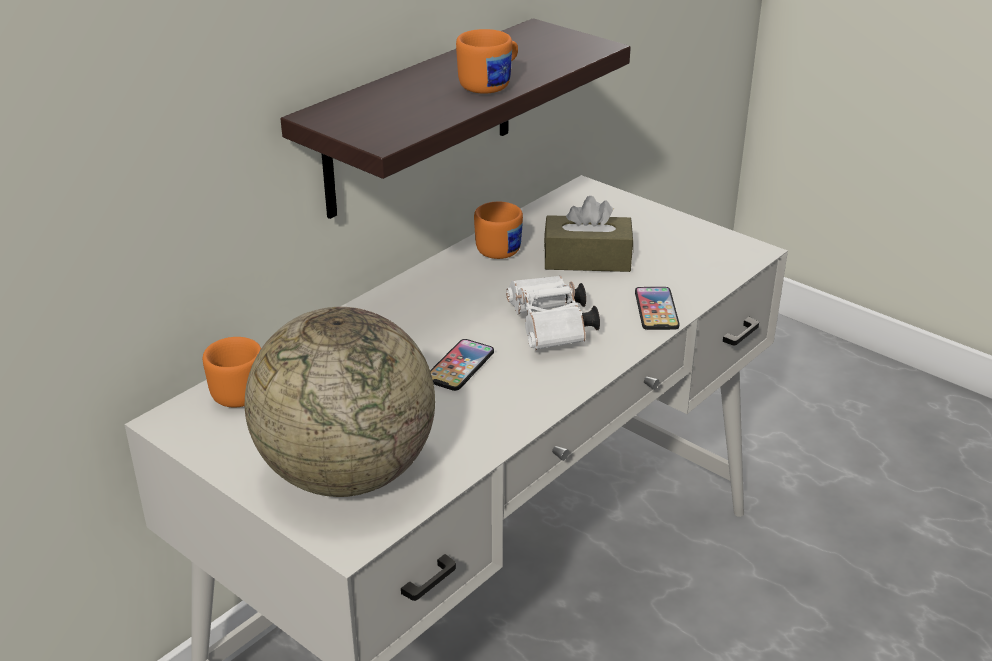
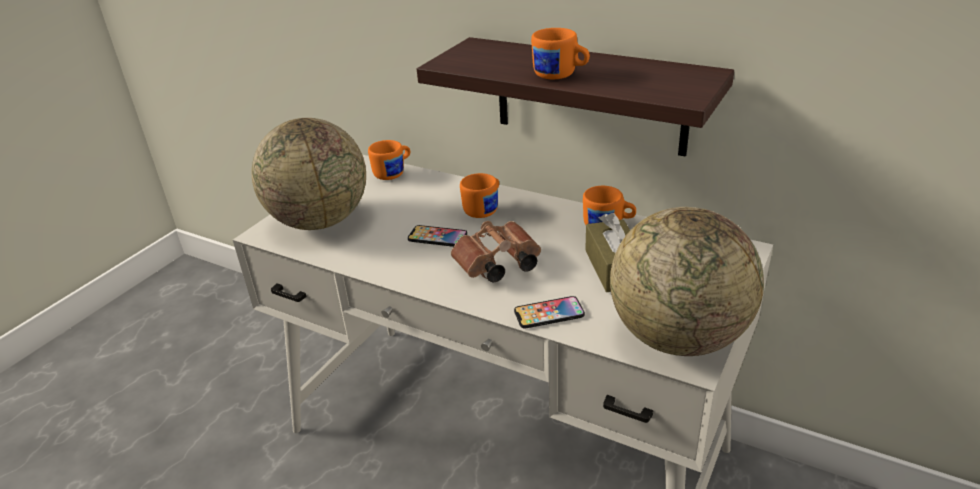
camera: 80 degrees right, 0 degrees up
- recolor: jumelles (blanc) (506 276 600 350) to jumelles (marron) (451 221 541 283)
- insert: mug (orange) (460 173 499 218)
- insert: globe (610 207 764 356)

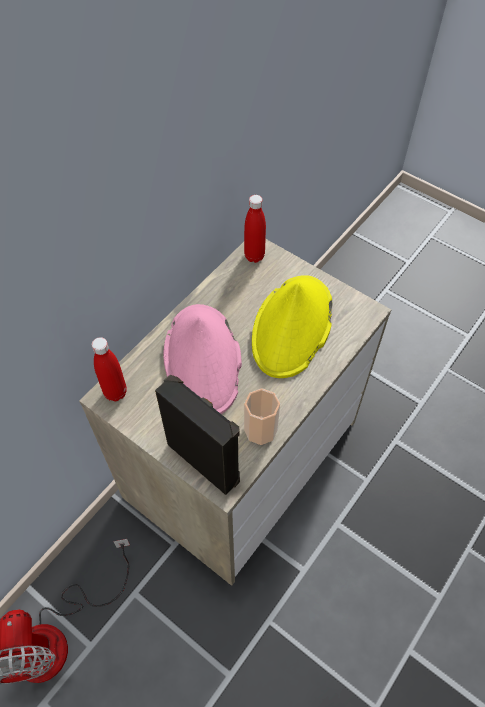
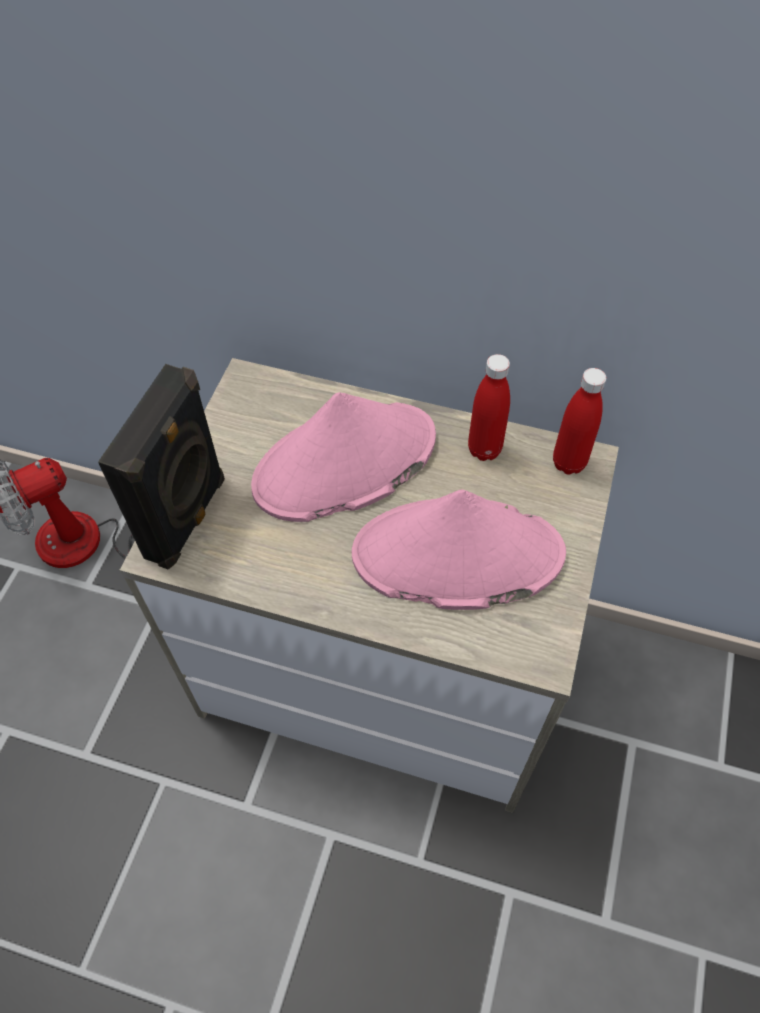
camera: 70 degrees right, 0 degrees up
- recolor: chapeau (jaune) (252 275 332 378) to chapeau (rose) (352 490 566 610)
- move: bouteille (rouge) (92 337 127 401) to (468 354 510 461)
- delete: tasse (244 388 280 445)

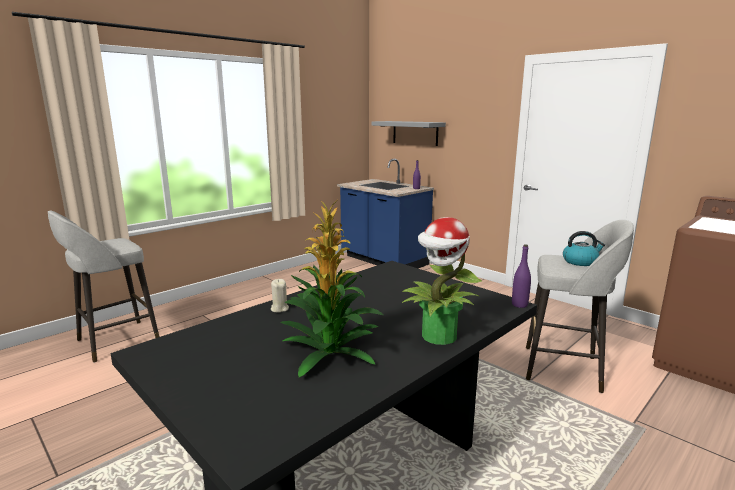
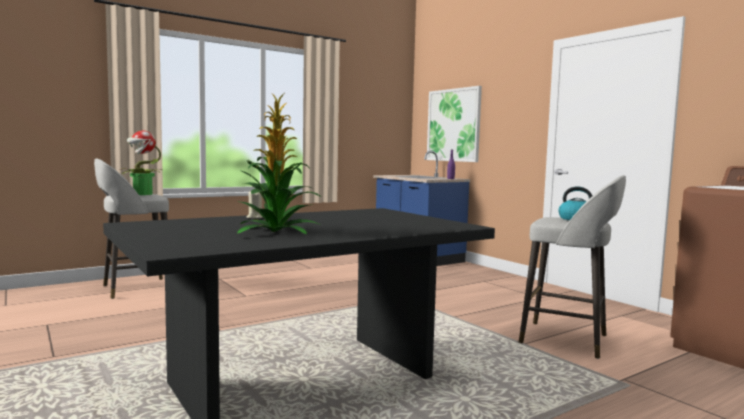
camera: 10 degrees right, 10 degrees down
- replace: étagère (gris) (371 121 446 146) to tableau (427 86 482 162)
- move: plante en pot (402 217 482 345) to (122 131 161 195)
- delete: bouteille (violet) (512 244 531 308)

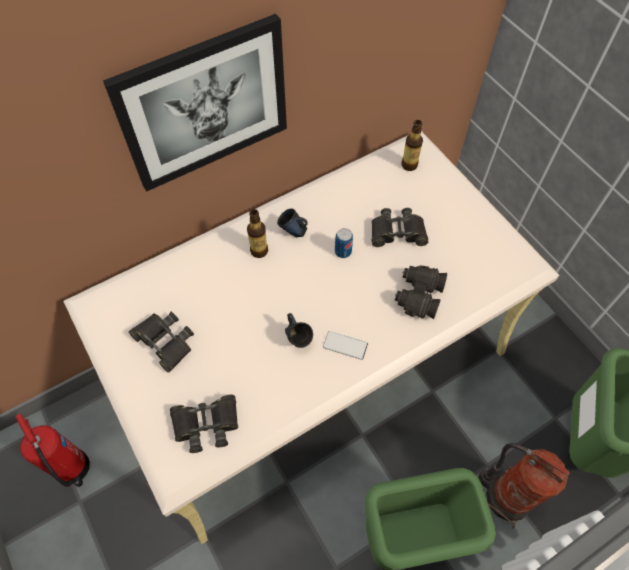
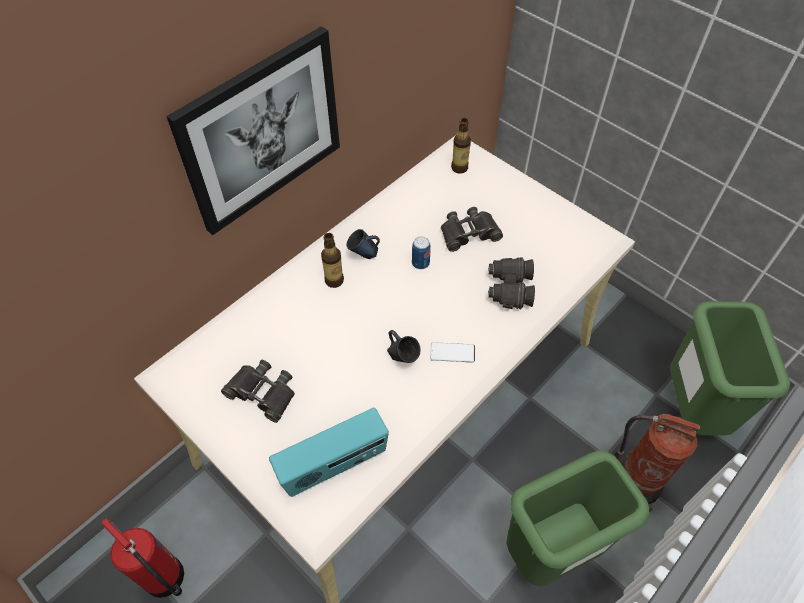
camera: 15 degrees left, 5 degrees down
- replace: jumelles (noir) (170 394 238 453) to radio (269 408 389 497)

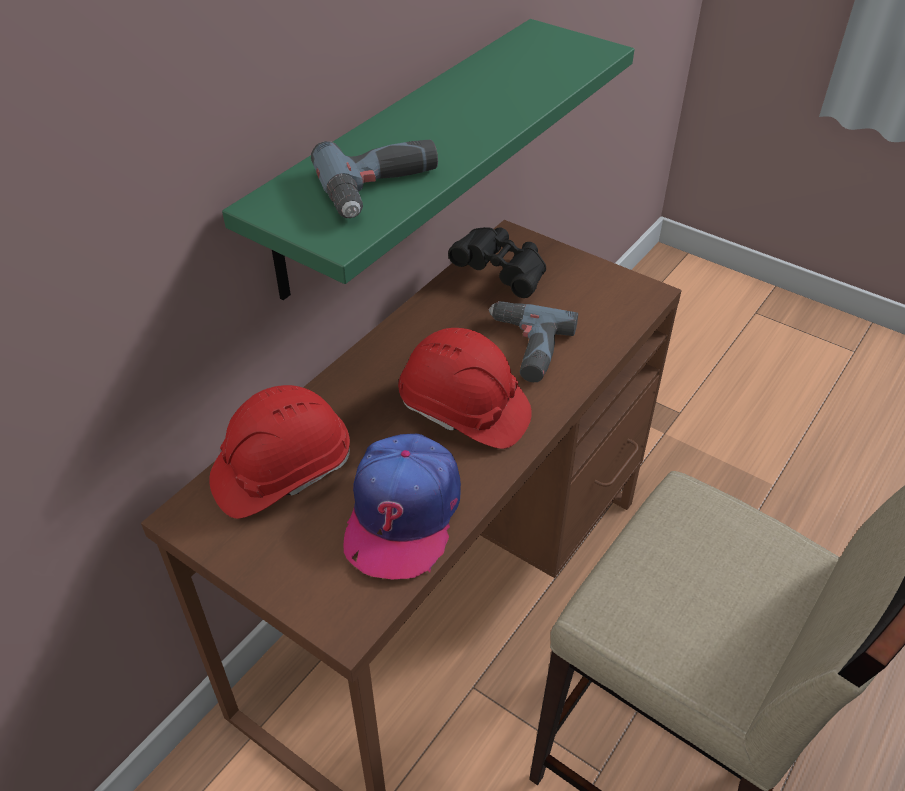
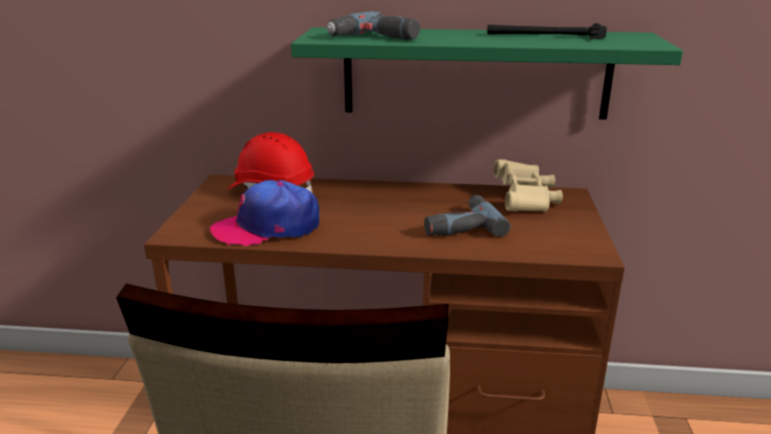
camera: 60 degrees right, 20 degrees down
- recolor: jumelles (noir) (448 227 546 298) to jumelles (beige) (494 159 563 212)
- delete: casque de chantier (rouge) (398 328 532 449)
- insert: marteau (487 23 607 39)

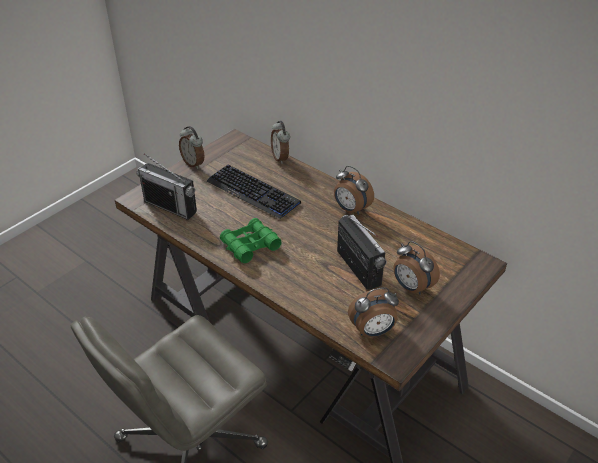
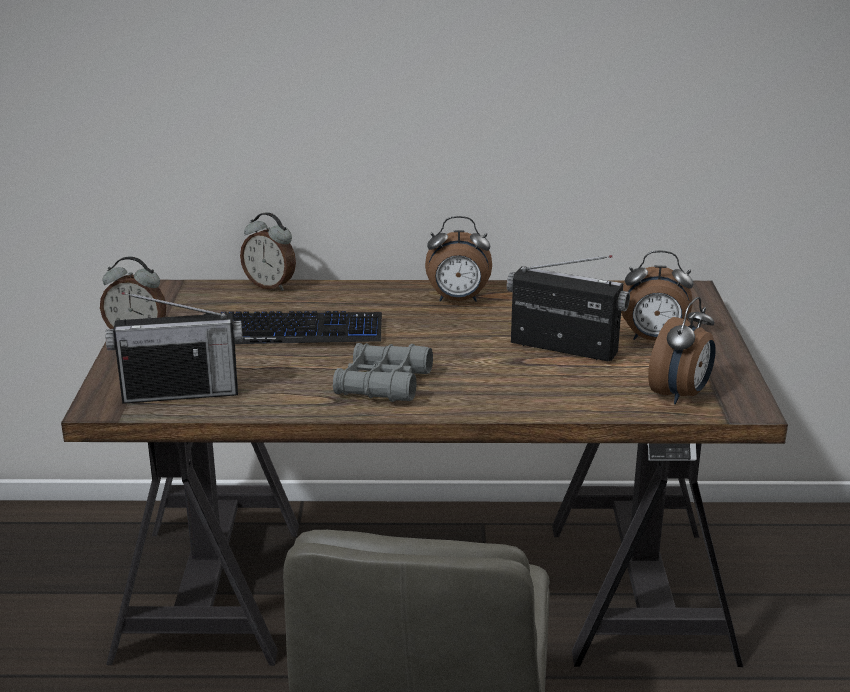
camera: 40 degrees left, 15 degrees down
- recolor: jumelles (vert) (220 218 281 263) to jumelles (gris) (333 343 433 402)

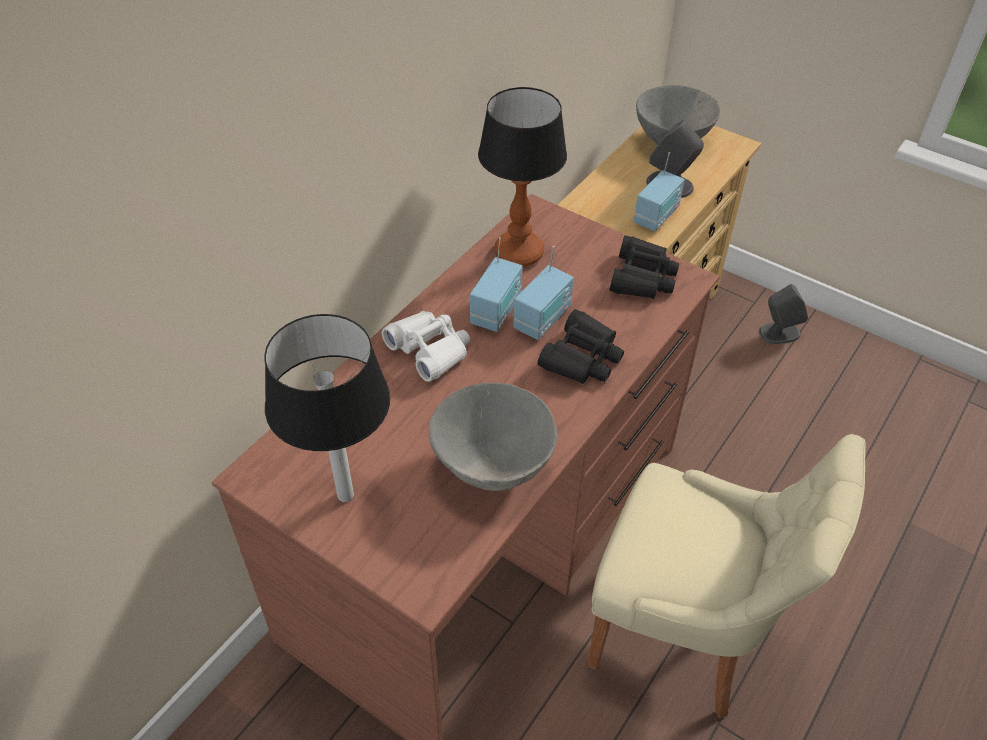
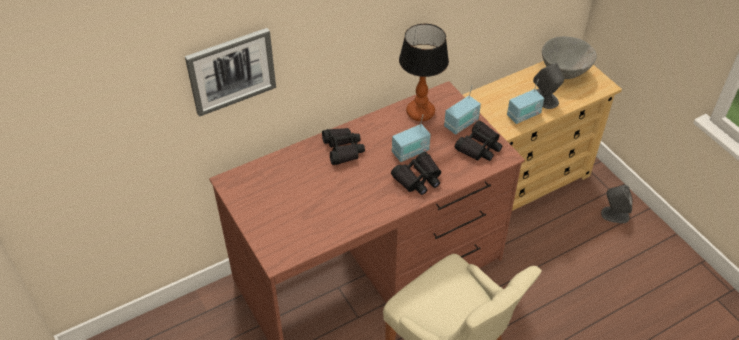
camera: 25 degrees right, 0 degrees up
- move: radio (470 237 522 332) to (444 86 481 135)
- recolor: jumelles (blanc) (382 311 470 382) to jumelles (noir) (322 128 365 165)
- delete: lampe de table (265 314 390 502)
- delete: bol (gris) (429 383 557 491)
- insert: tableau (185 28 276 117)

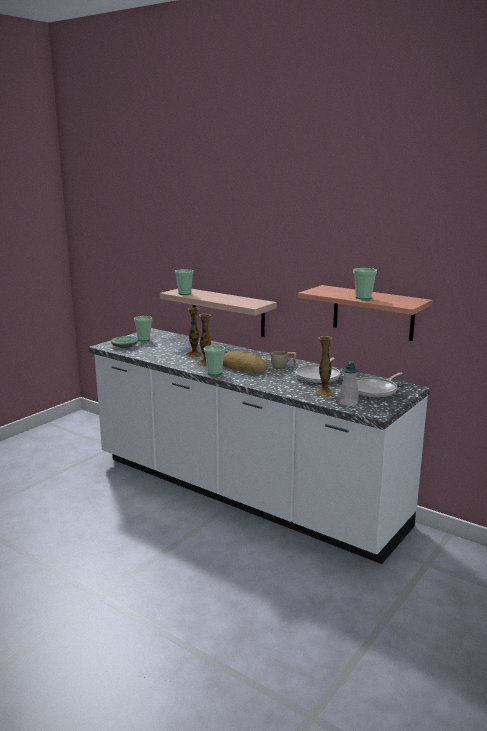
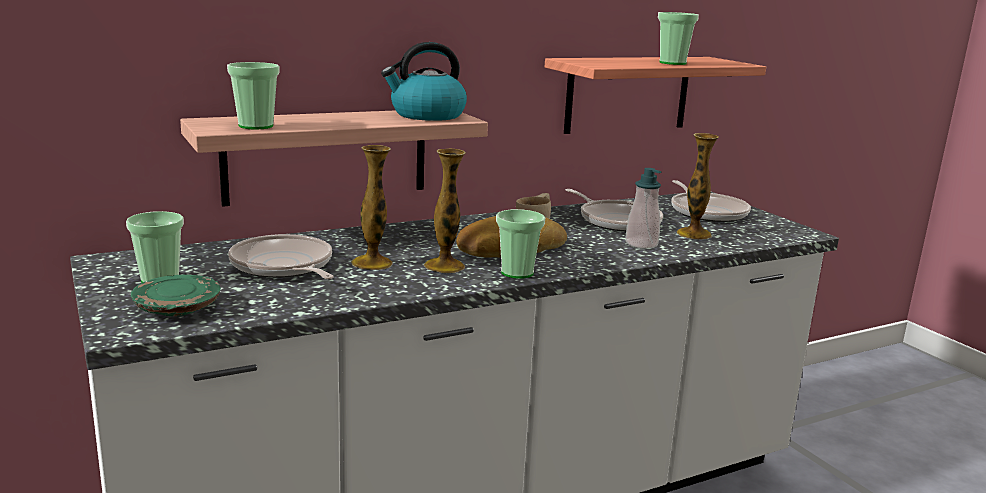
camera: 65 degrees left, 0 degrees up
- move: distributeur de savon (339 361 358 406) to (625 168 662 249)
- insert: bouilloire (381 42 467 121)
- insert: poêle (228 234 334 279)

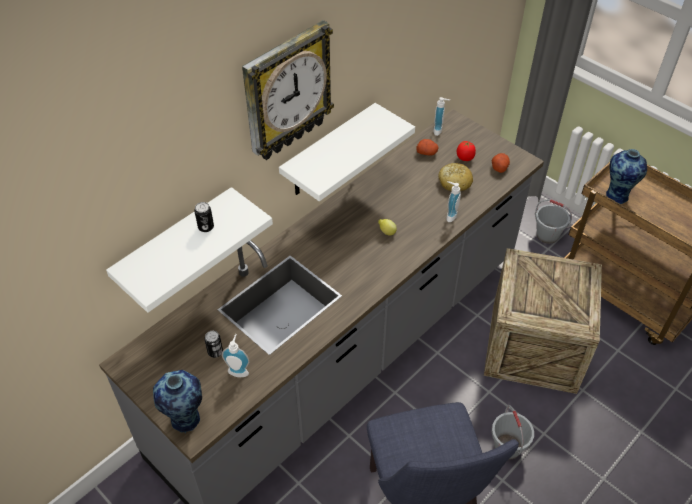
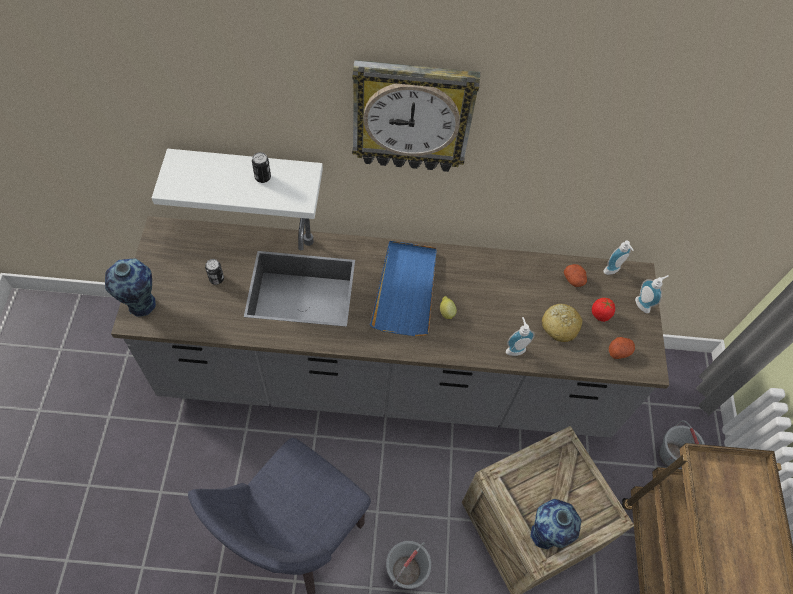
camera: 45 degrees right, 10 degrees up
- delete: étagère (blanc) (279 103 415 201)
- move: vase (606 149 647 204) to (530 499 581 549)
- move: distributeur de savon (222 334 249 377) to (635 275 668 313)
- insert: plateau (bleu) (370 241 437 336)

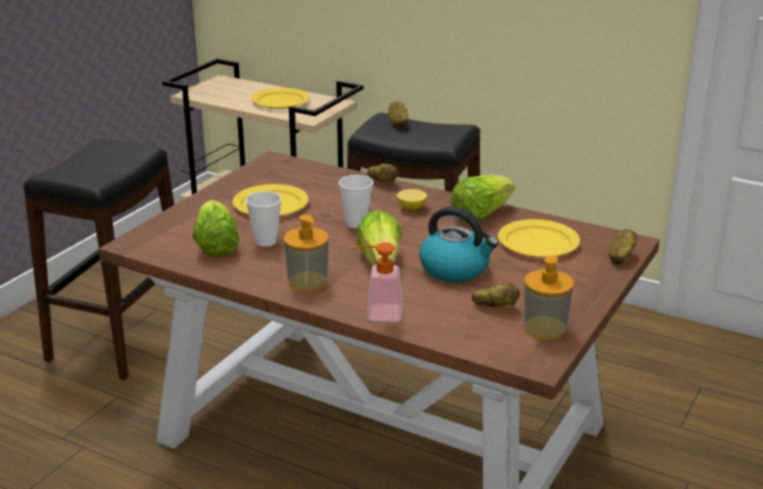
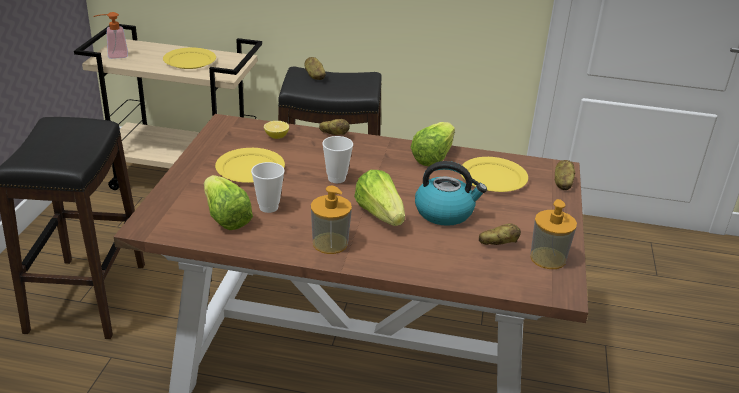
camera: 20 degrees left, 5 degrees up
- move: citron (397 189 427 210) to (264 121 289 139)
- move: distributeur de savon (352 242 403 322) to (94 12 128 59)

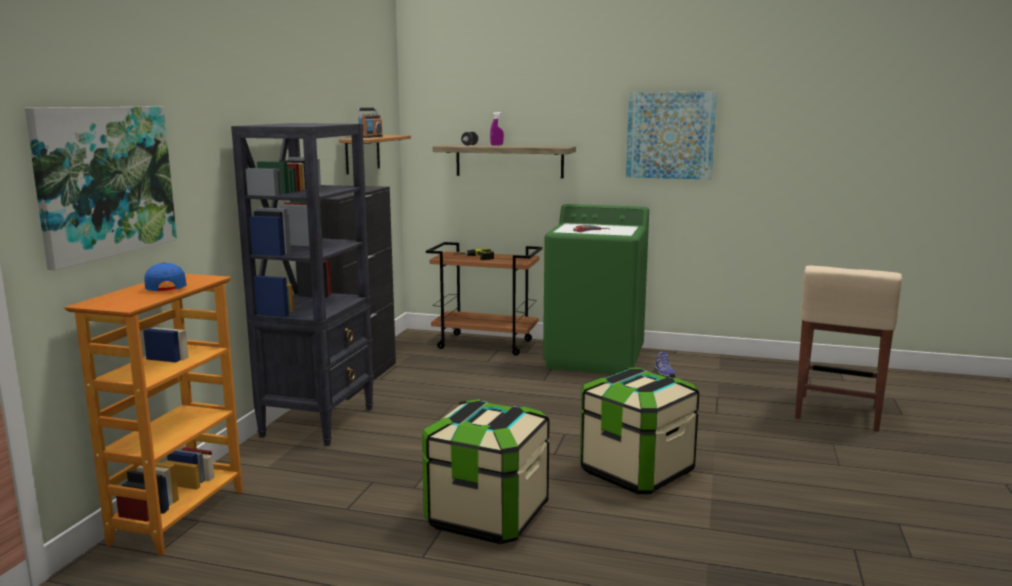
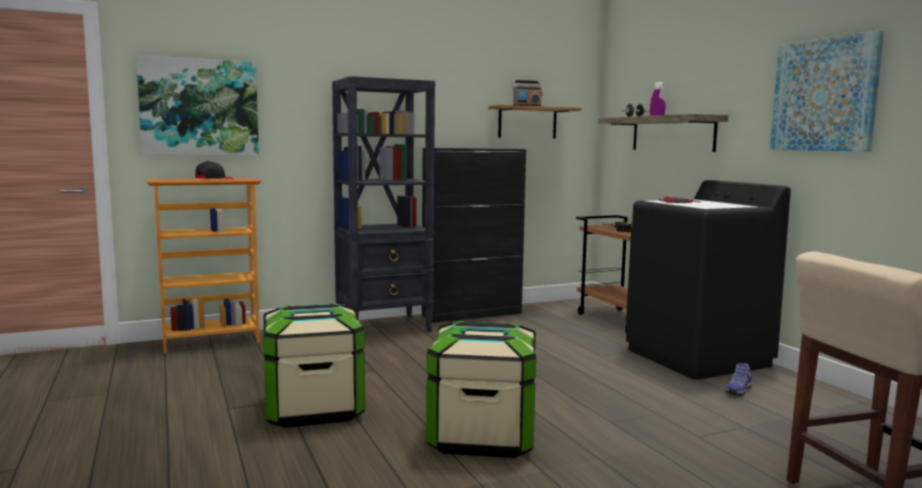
camera: 50 degrees right, 5 degrees down
- recolor: lave-linge (vert) (543 204 649 375) to lave-linge (noir) (626 180 791 380)
- recolor: casquette (bleu) (144 262 187 291) to casquette (noir) (196 161 234 179)

